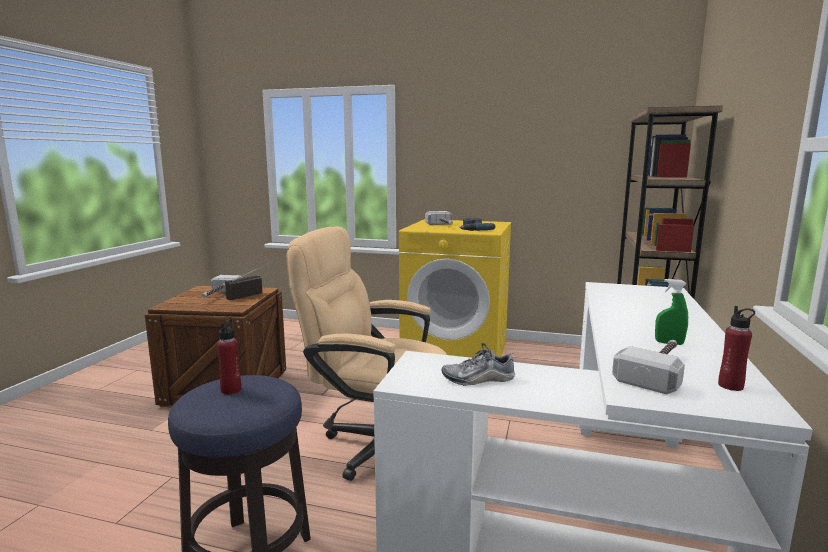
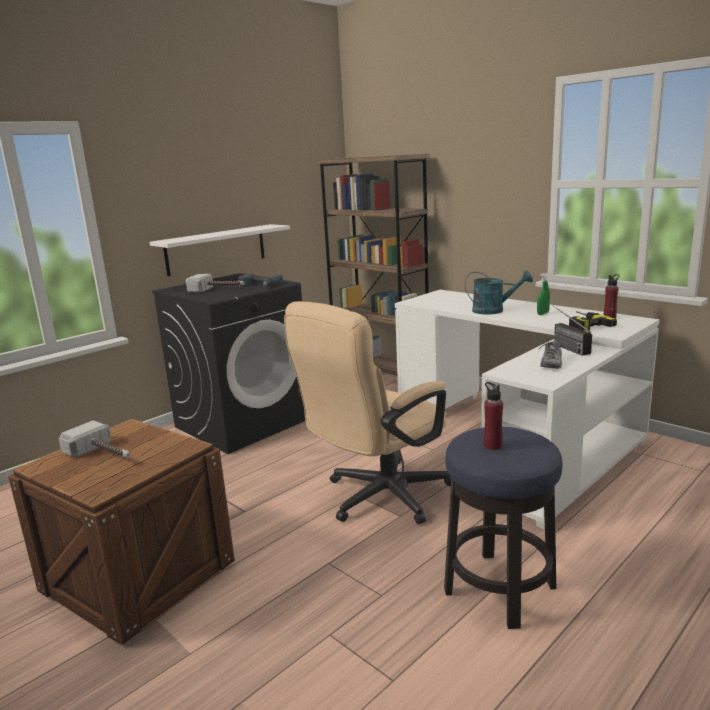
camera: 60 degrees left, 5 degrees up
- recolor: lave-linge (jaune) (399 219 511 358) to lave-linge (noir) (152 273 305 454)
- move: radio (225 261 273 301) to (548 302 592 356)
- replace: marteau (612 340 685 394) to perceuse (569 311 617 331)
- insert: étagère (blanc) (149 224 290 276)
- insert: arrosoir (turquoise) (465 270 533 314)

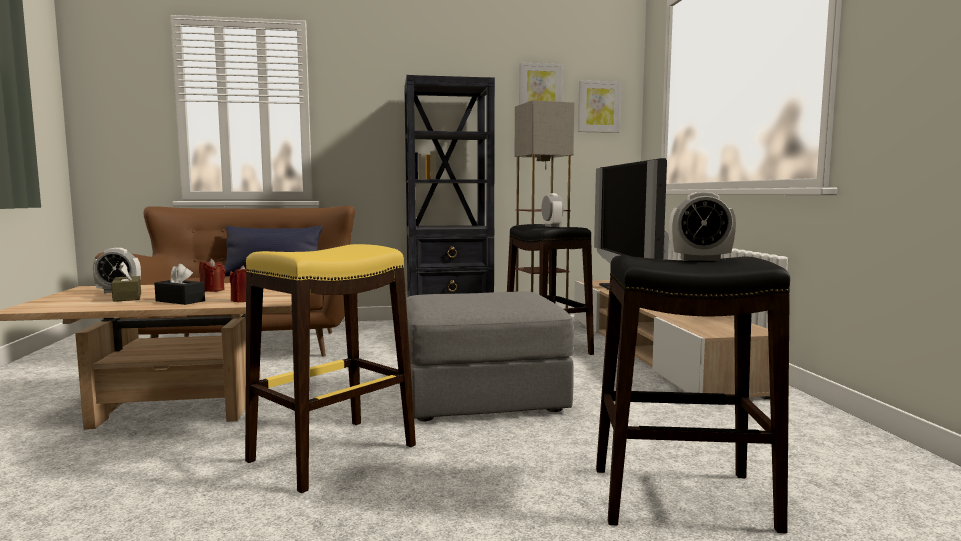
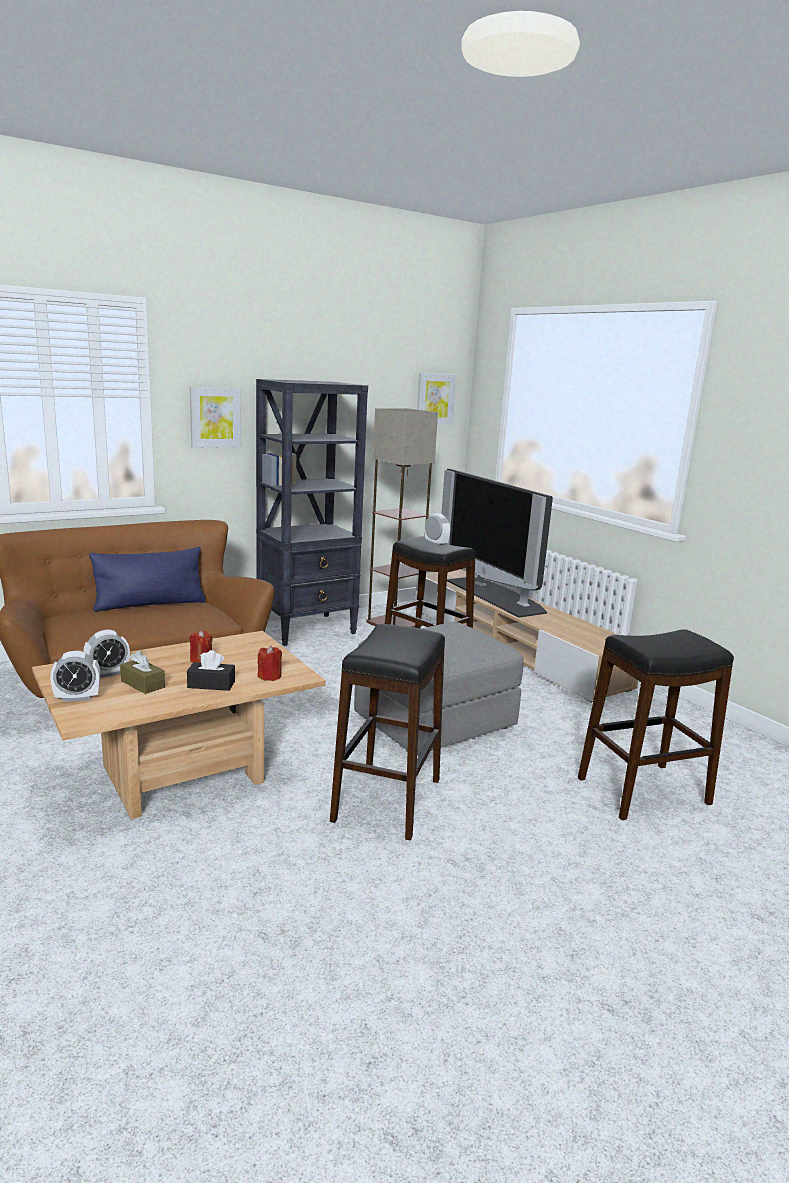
camera: 25 degrees left, 10 degrees up
- move: tableau (519 63 563 105) to (190 387 241 448)
- move: réveil (669 192 736 261) to (50 651 100 702)
- recolor: tabouret (jaune) (245 244 416 493) to tabouret (noir) (330 624 445 841)

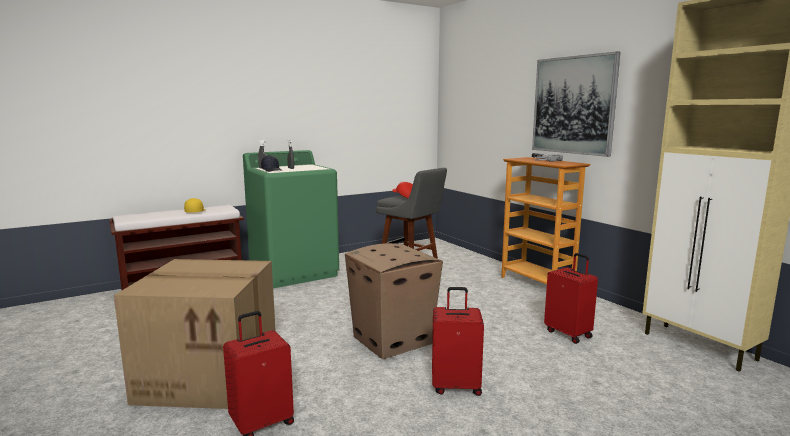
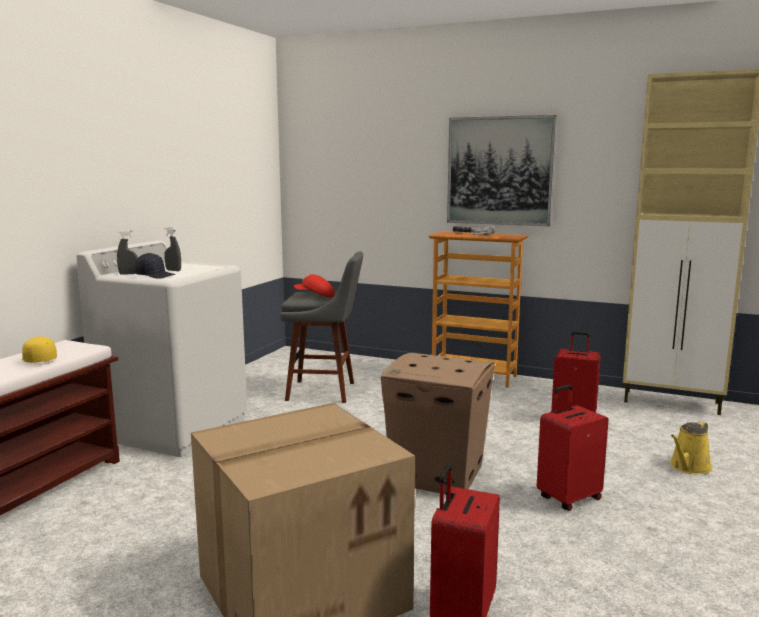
camera: 35 degrees left, 0 degrees up
- recolor: lave-linge (vert) (243 150 339 288) to lave-linge (blanc) (77 241 247 457)
- insert: arrosoir (jaune) (670 421 712 474)

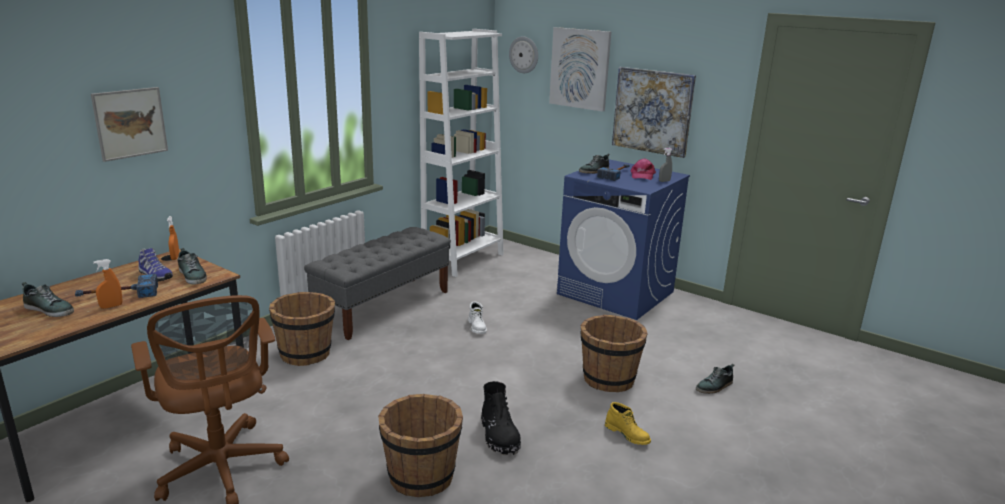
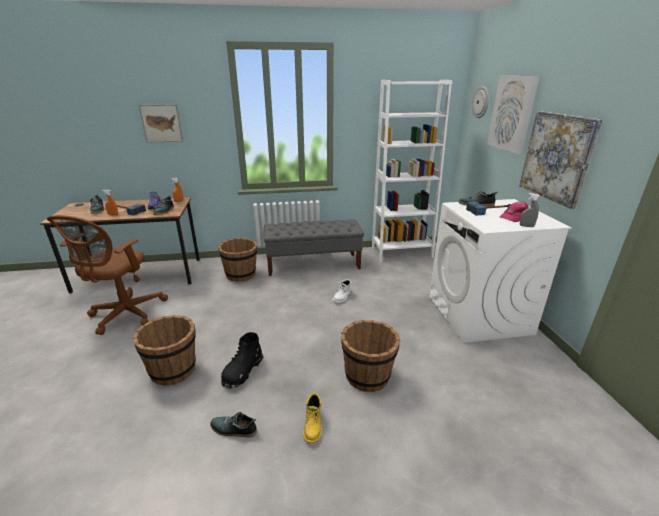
camera: 45 degrees right, 5 degrees up
- recolor: lave-linge (bleu) (557 159 690 320) to lave-linge (blanc) (429 199 572 343)
- move: chaussure (696 364 734 394) to (210 412 257 438)

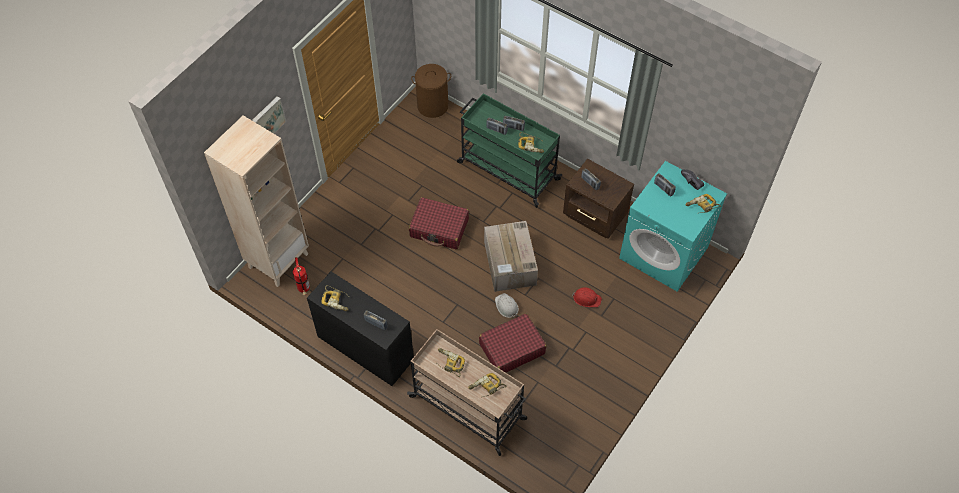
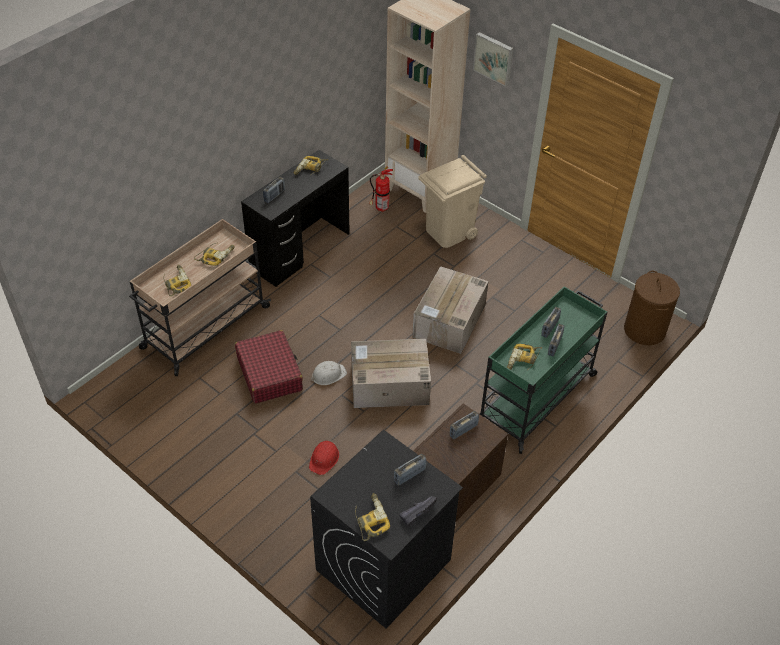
camera: 95 degrees right, 10 degrees down
- recolor: lave-linge (turquoise) (619 161 727 292) to lave-linge (noir) (310 430 463 629)
- replace: valise (rouge) (409 197 469 249) to carton (412 266 489 354)
- insert: poubelle (beige) (418 155 487 248)

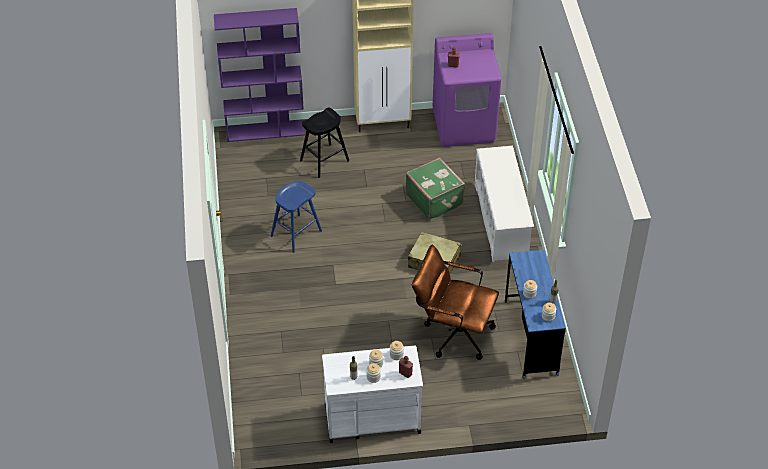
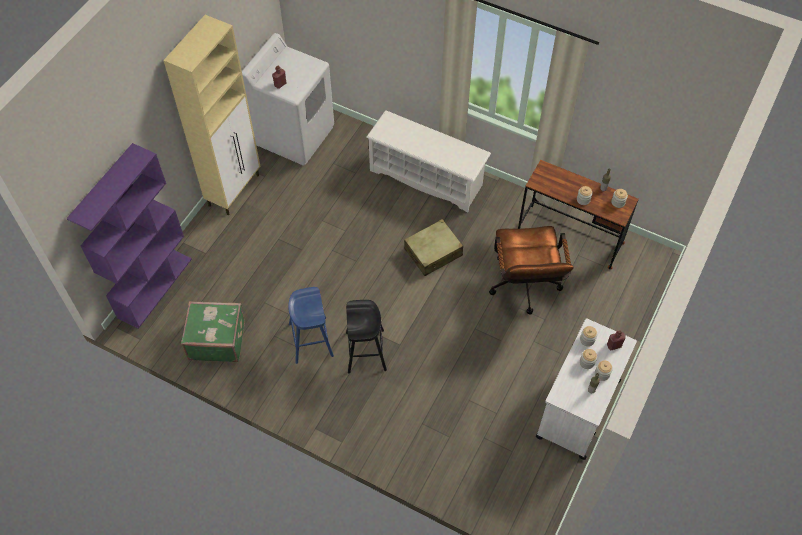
camera: 55 degrees left, 10 degrees up
- recolor: lave-linge (violet) (433 33 501 147) to lave-linge (blanc) (242 33 334 166)
- move: tabouret (noir) (300 107 349 178) to (346 300 387 373)
- move: valise (vert) (406 157 465 220) to (181 301 245 362)
- rotate: chaise de bureau (marron) (412 244 499 360) = (489 226 574 314) 60 degrees counterclockwise
- recolor: bureau (bleu) (505 250 566 379) to bureau (marron) (518 160 639 270)

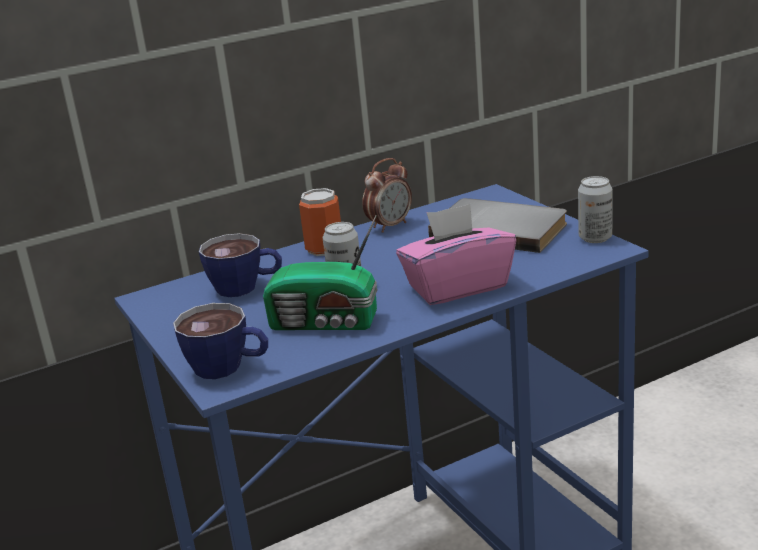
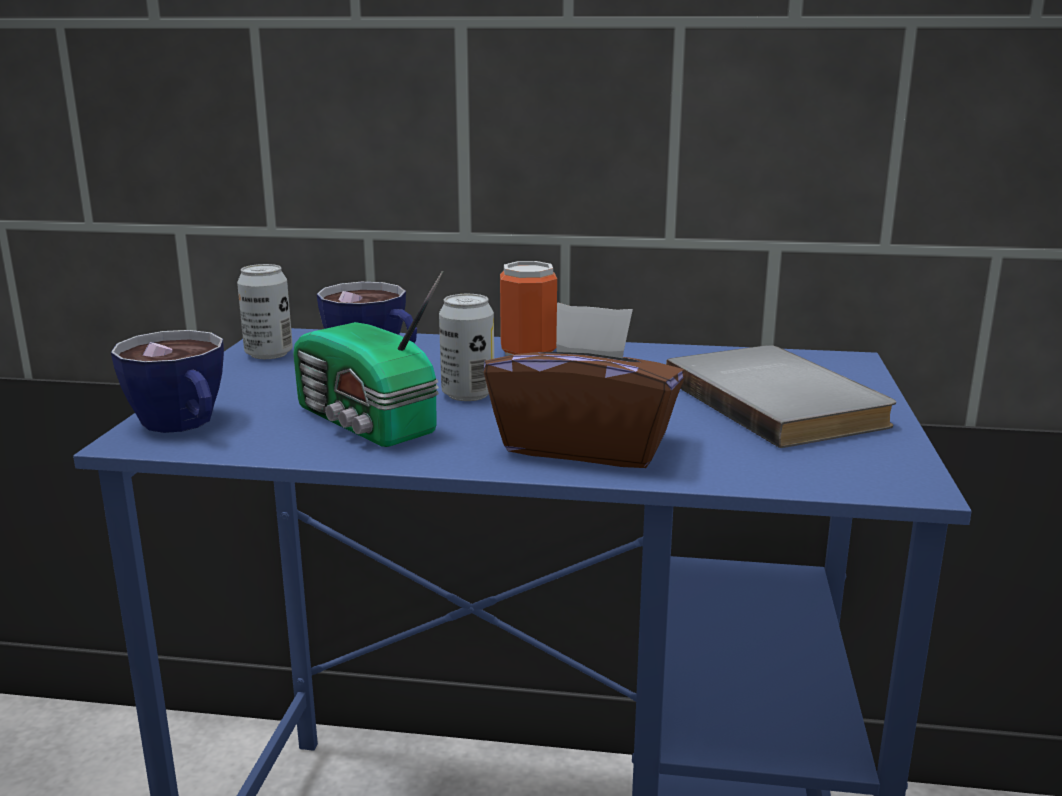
camera: 35 degrees right, 5 degrees down
- delete: réveil (362 158 412 233)
- move: boîte métallique (578 176 613 243) to (237 264 293 359)
- recolor: boîte à mouchoirs (rose) (396 204 516 305) to boîte à mouchoirs (marron) (483 302 685 468)

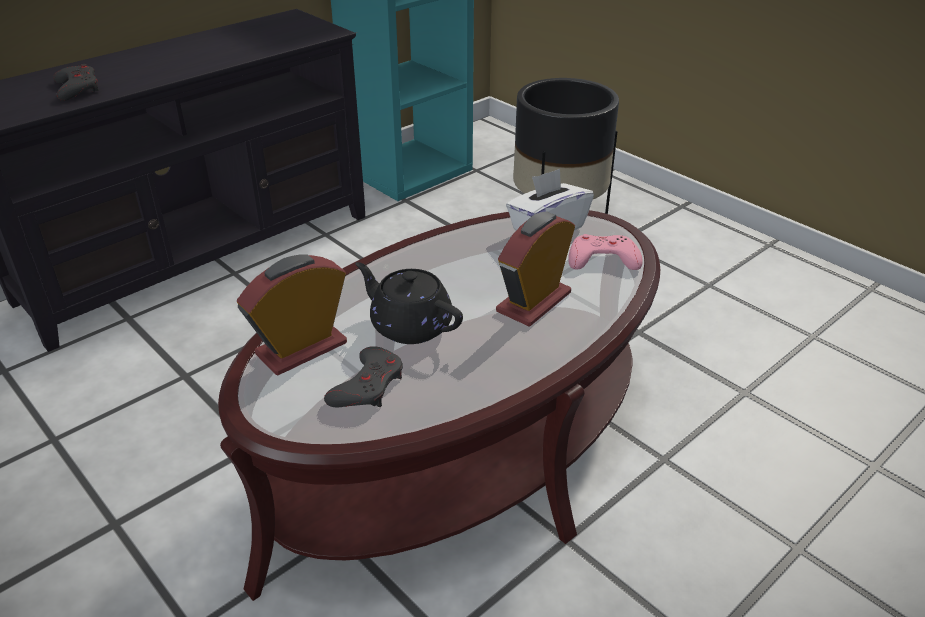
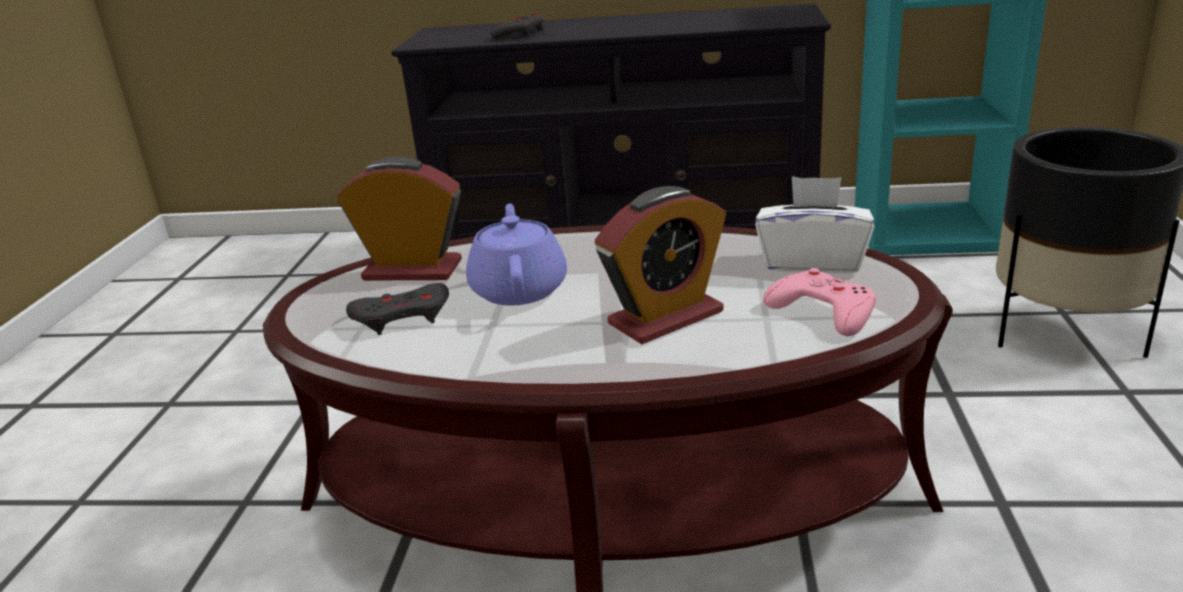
camera: 50 degrees right, 10 degrees down
- rotate: réveil (496 212 575 326) = (595 186 726 344) 150 degrees clockwise
- recolor: théière (noir) (355 262 463 344) to théière (violet) (466 204 567 306)

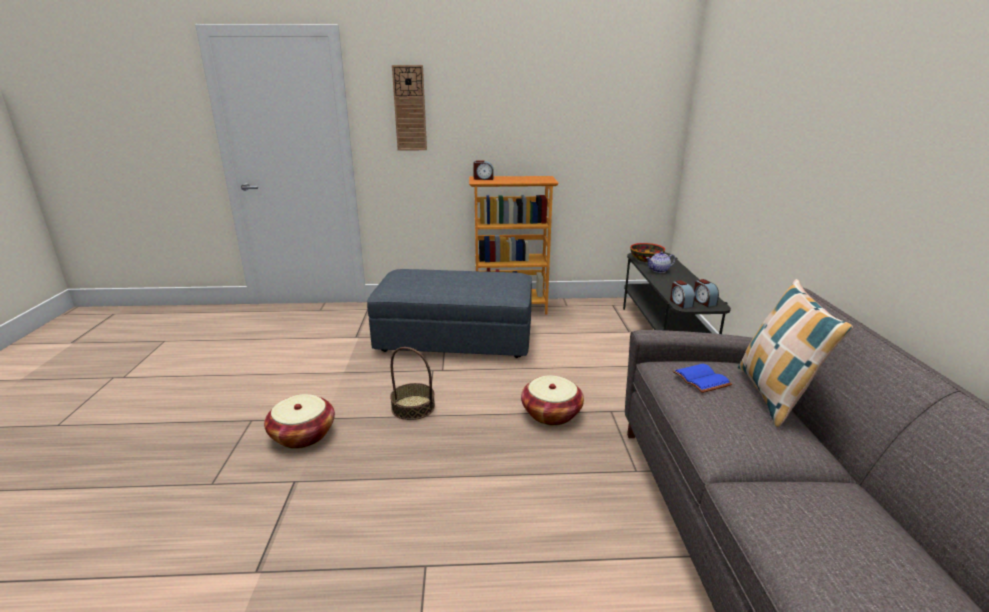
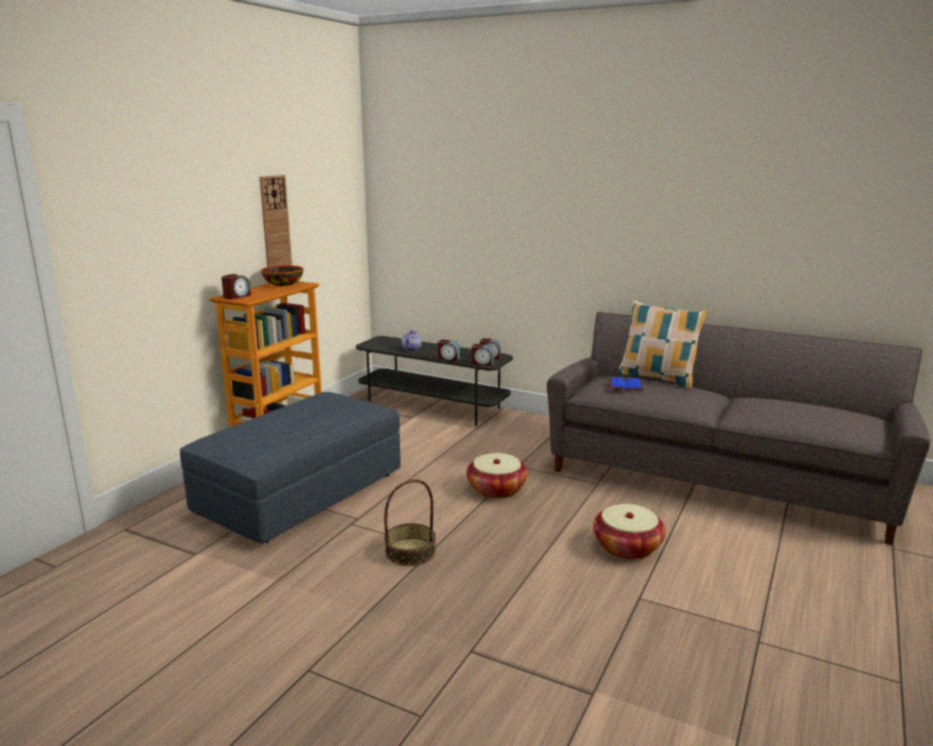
camera: 60 degrees left, 5 degrees down
- move: horloge murale (392 65 427 150) to (259 175 292 267)
- move: bol (630 243 665 262) to (261 265 304 286)
- move: panier (264 394 335 449) to (593 504 666 560)
- insert: réveil (438 339 460 361)

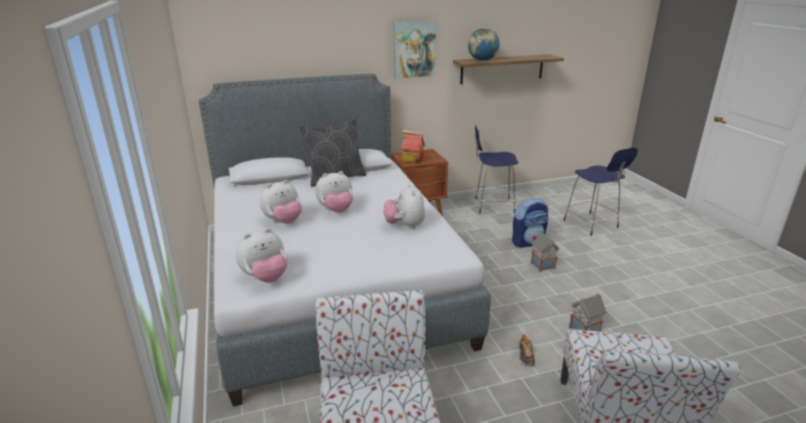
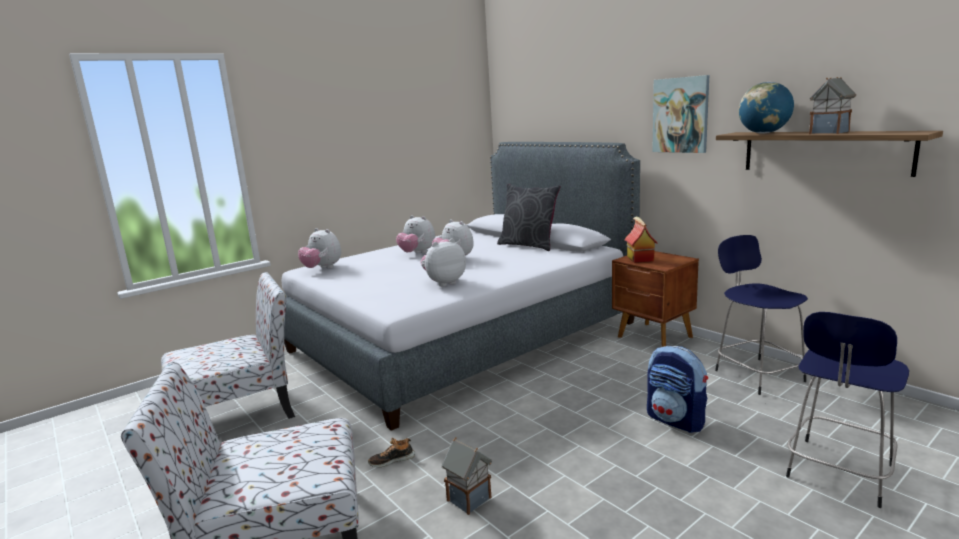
camera: 70 degrees right, 10 degrees down
- move: maison miniature (531 232 559 272) to (809 77 856 134)

